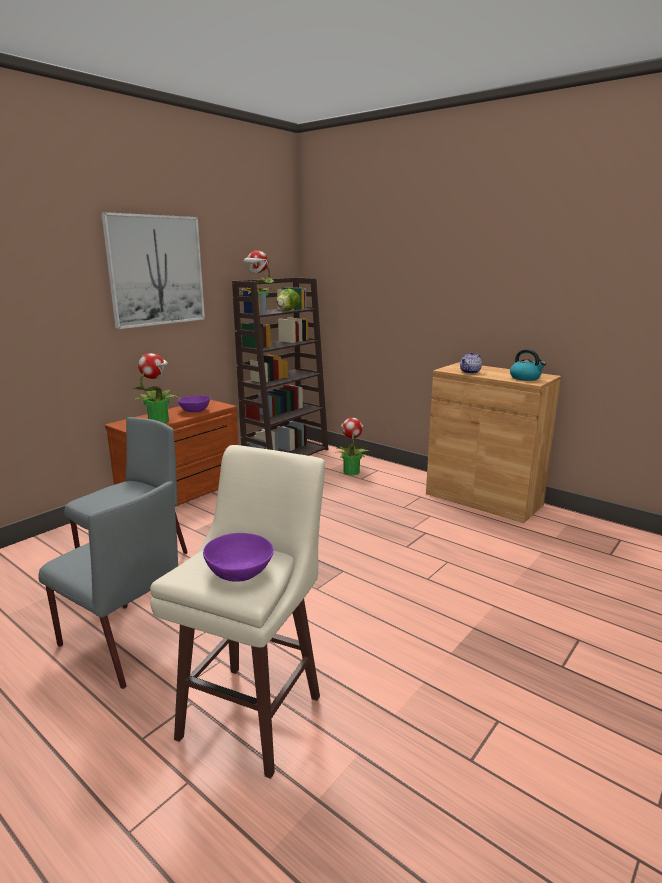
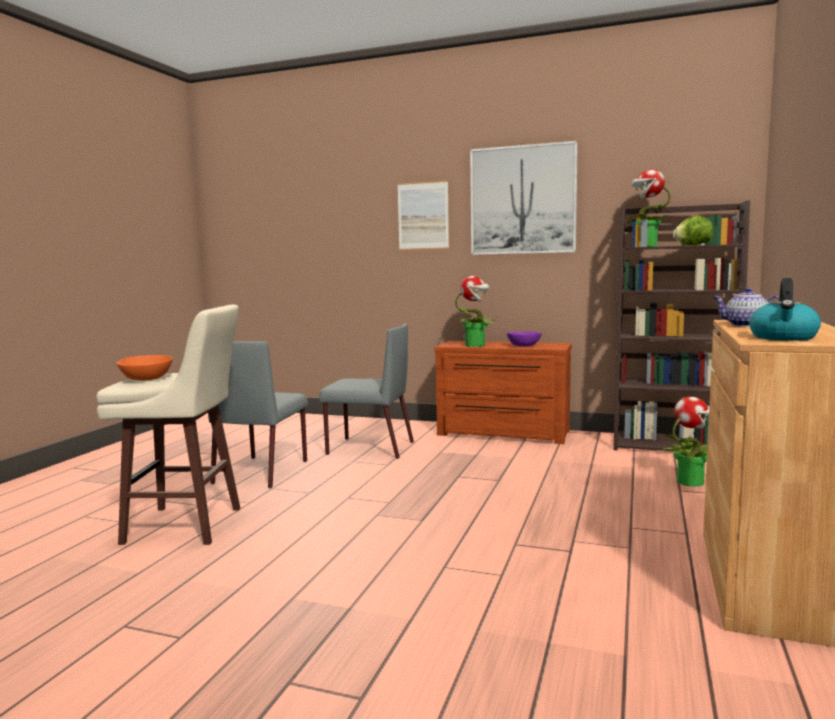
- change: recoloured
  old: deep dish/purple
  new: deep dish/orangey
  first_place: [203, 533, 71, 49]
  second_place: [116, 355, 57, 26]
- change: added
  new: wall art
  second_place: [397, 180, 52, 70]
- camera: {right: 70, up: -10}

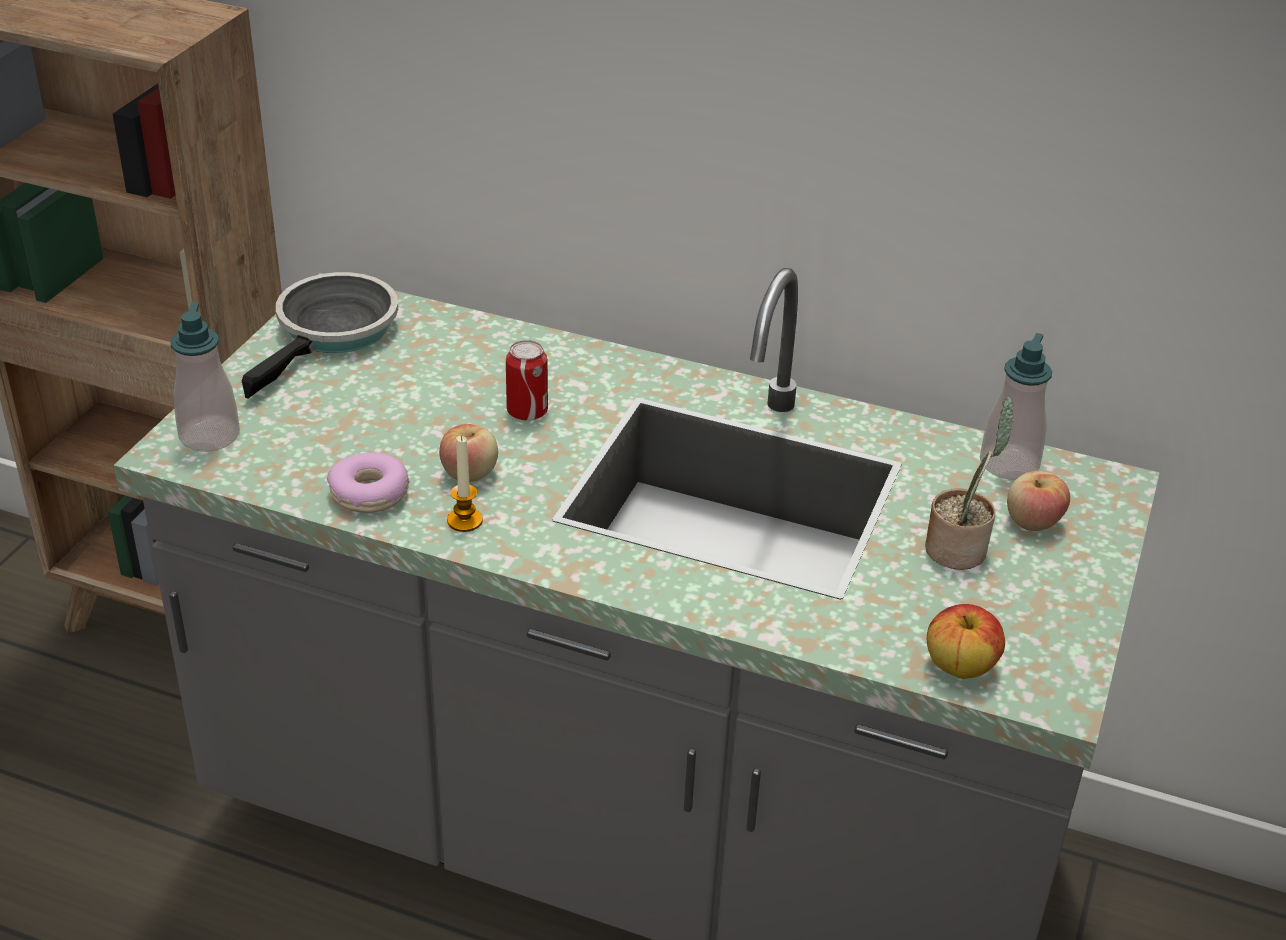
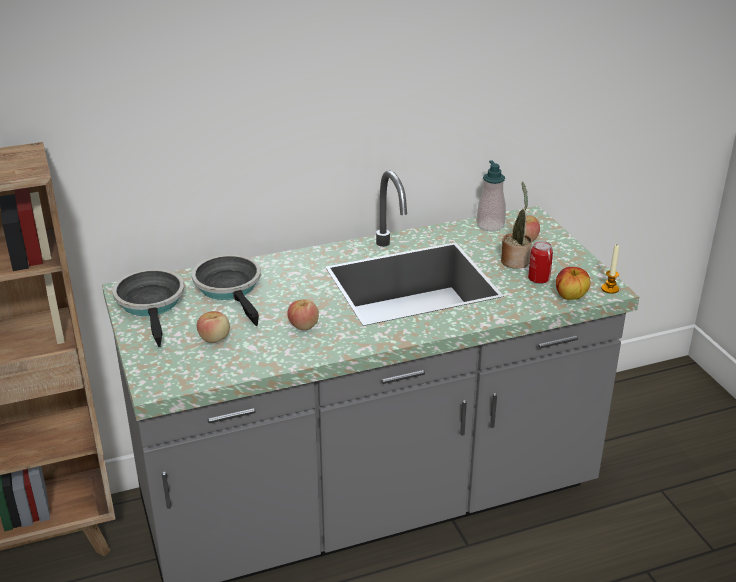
- change: removed
  old: soap bottle
  first_place: [171, 302, 69, 150]
- change: removed
  old: ring doughnut
  first_place: [327, 453, 83, 60]
- change: moved
  old: wax candle
  first_place: [447, 435, 36, 97]
  second_place: [601, 245, 18, 49]
- change: moved
  old: can
  first_place: [506, 340, 42, 81]
  second_place: [528, 241, 25, 43]
- change: added
  new: skillet
  second_place: [192, 254, 69, 72]
- change: added
  new: apple
  second_place: [197, 311, 33, 32]
- camera: {right: -40, up: -5}

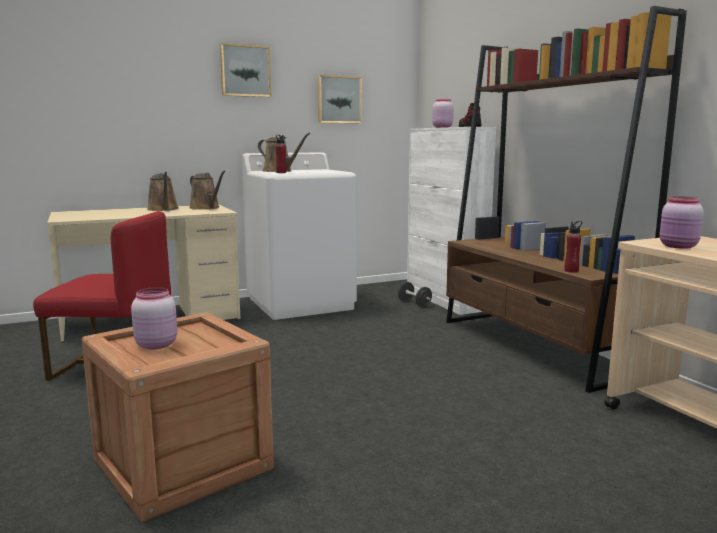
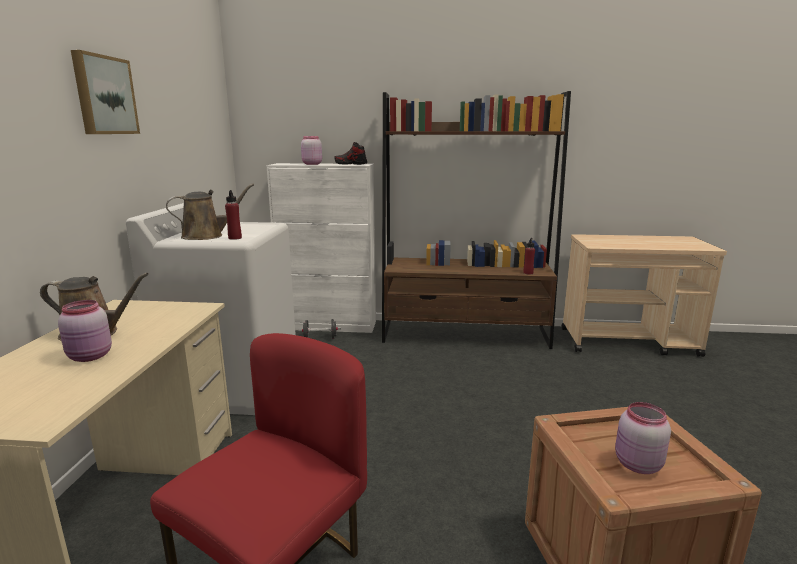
- change: removed
  old: sprinkling can/brown-coloured
  first_place: [189, 171, 36, 39]
- change: removed
  old: wall art
  first_place: [318, 75, 44, 48]
- change: moved
  old: preserve jar/pinkish
  first_place: [660, 196, 44, 53]
  second_place: [58, 300, 54, 62]
- camera: {right: -60, up: 5}

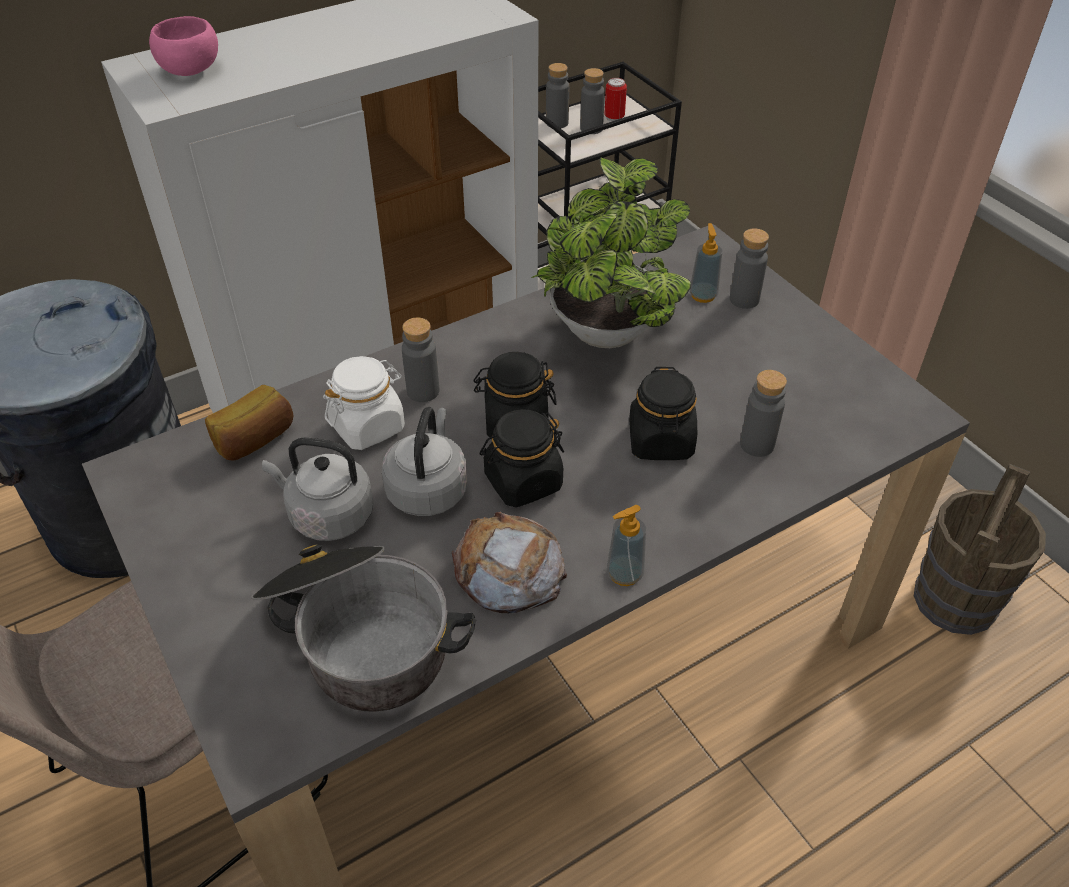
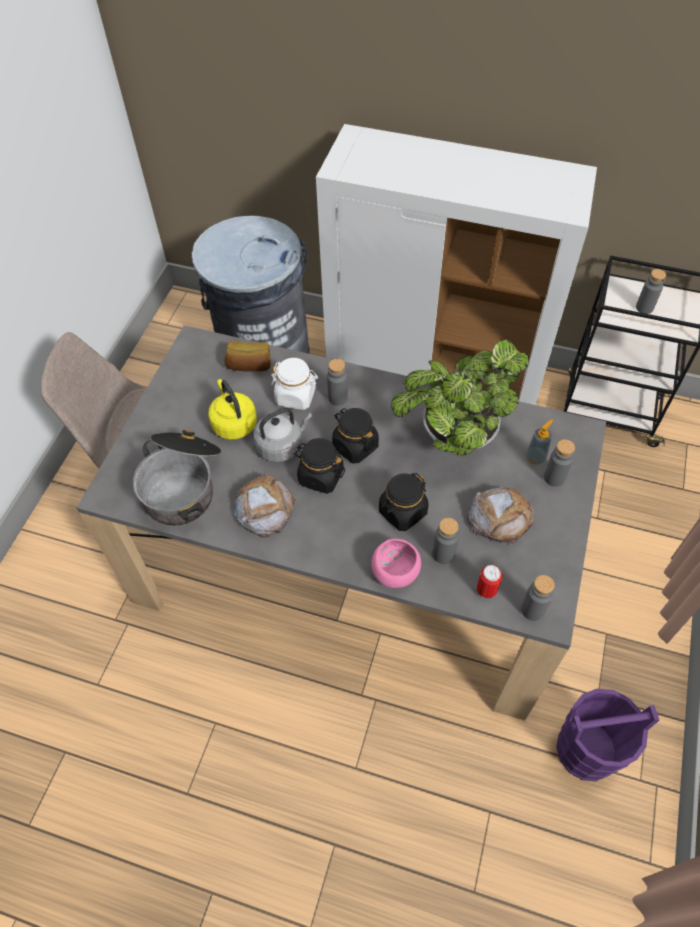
- change: moved
  old: deep dish/pinkish
  first_place: [149, 16, 69, 60]
  second_place: [371, 539, 50, 49]
- change: recoloured
  old: tea kettle/grey
  new: tea kettle/yellow-coloured
  first_place: [262, 437, 112, 104]
  second_place: [208, 379, 49, 61]
- change: moved
  old: drink bottle/grey
  first_place: [546, 63, 23, 65]
  second_place: [521, 575, 34, 46]
- change: moved
  old: can
  first_place: [604, 78, 23, 44]
  second_place: [477, 565, 26, 33]
- change: removed
  old: soap bottle
  first_place: [606, 505, 40, 81]
- change: recoloured
  old: pail/brown-coloured
  new: pail/purple
  first_place: [914, 464, 132, 171]
  second_place: [556, 689, 103, 92]
- change: added
  new: bread
  second_place: [467, 487, 67, 58]
- camera: {right: 50, up: 10}

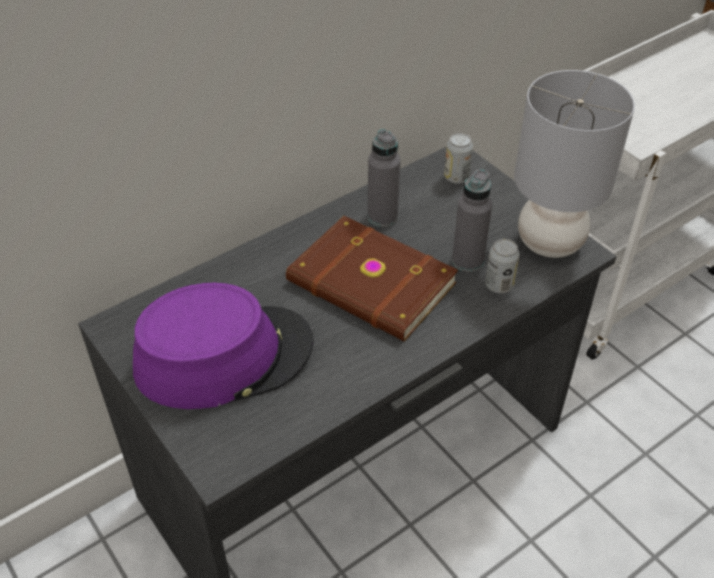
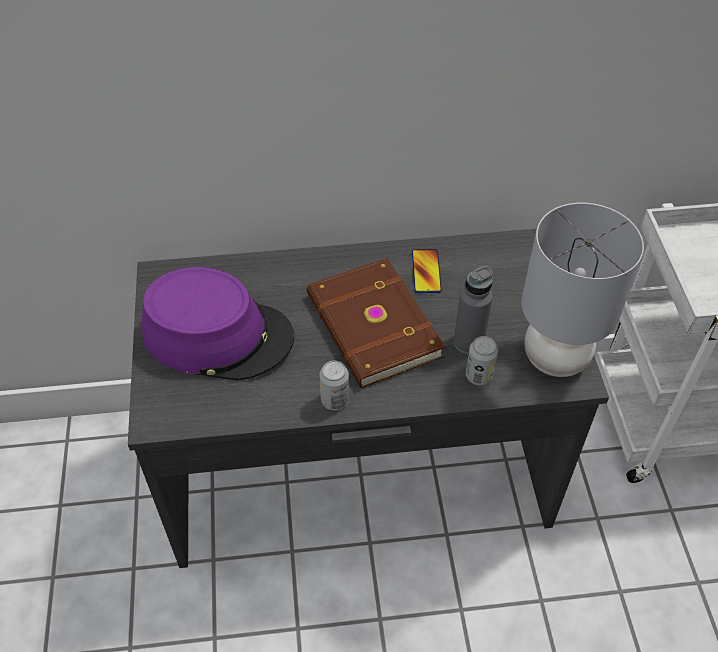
- change: replaced
  old: drink bottle/grey
  new: handset
  first_place: [368, 129, 32, 98]
  second_place: [412, 249, 30, 44]
- change: moved
  old: can
  first_place: [444, 133, 29, 51]
  second_place: [319, 361, 30, 50]
- camera: {right: 30, up: 5}

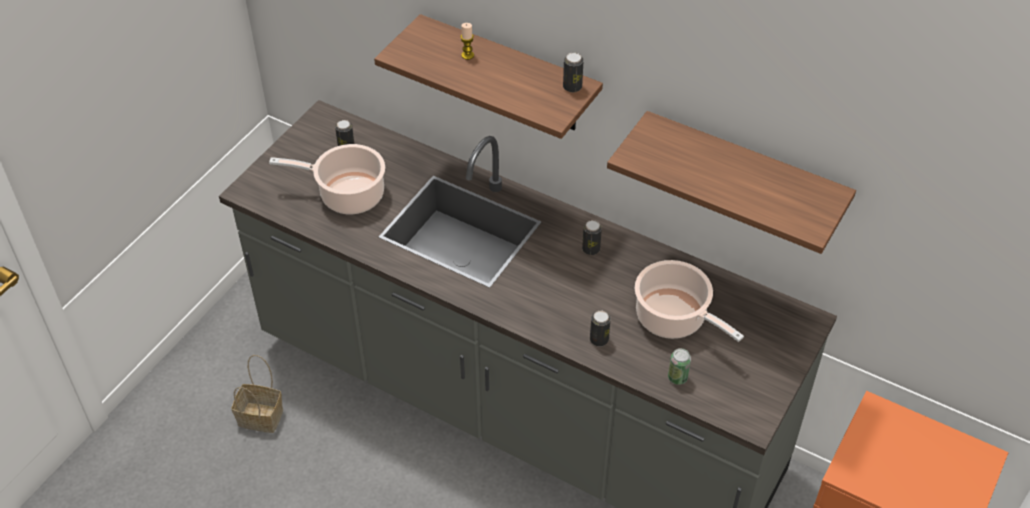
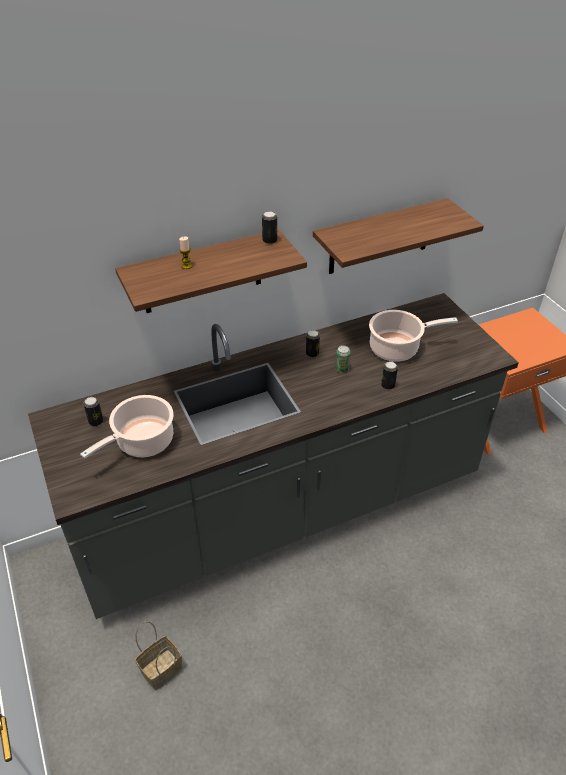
- change: moved
  old: can
  first_place: [668, 348, 23, 37]
  second_place: [335, 345, 16, 28]
- camera: {right: -55, up: -5}

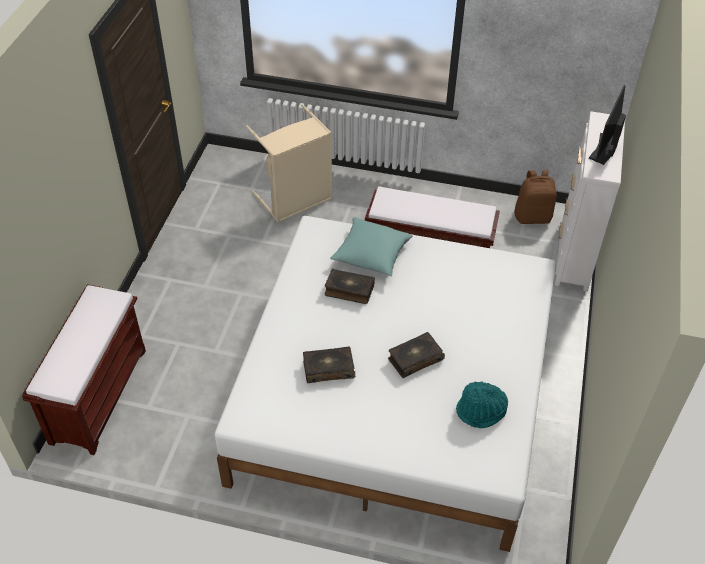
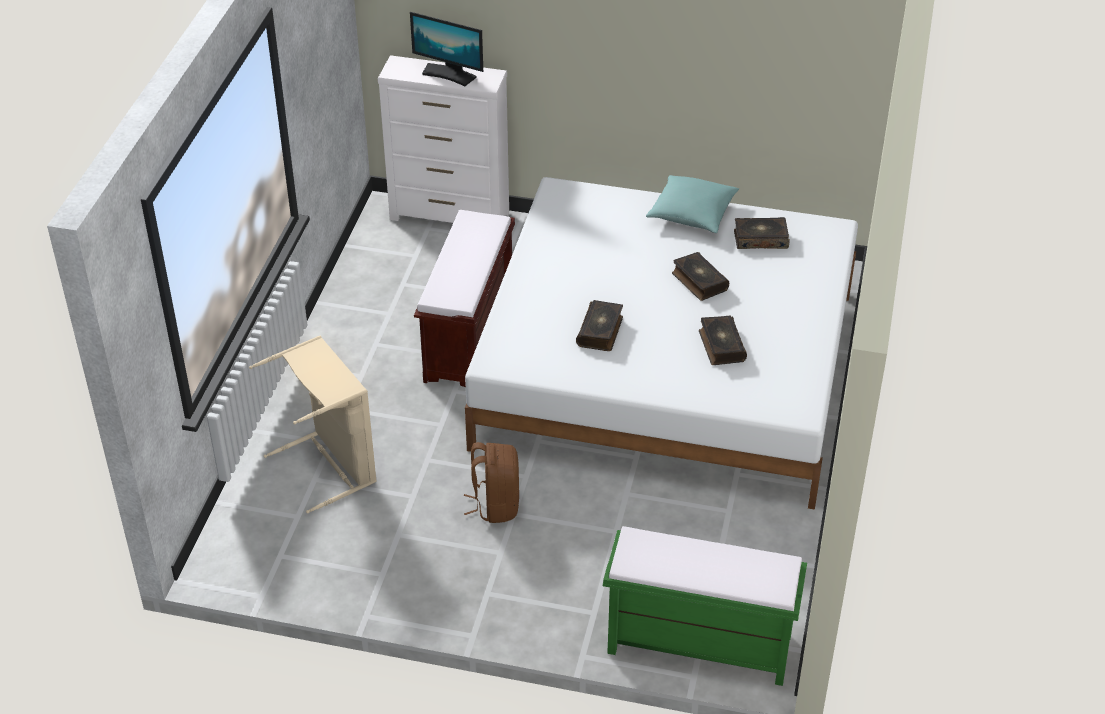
- change: recoloured
  old: indoor bench/brown-coloured
  new: indoor bench/green-coloured
  first_place: [22, 284, 124, 171]
  second_place: [603, 526, 204, 160]
- change: moved
  old: throw pillow/turquoise-coloured
  first_place: [330, 217, 83, 59]
  second_place: [646, 175, 93, 58]
- change: replaced
  old: hat/turquoise-coloured
  new: book
  first_place: [456, 381, 52, 47]
  second_place: [734, 217, 55, 32]
- change: moved
  old: rucksack/brown-coloured
  first_place: [514, 170, 43, 54]
  second_place: [464, 442, 55, 81]
- camera: {right: -90, up: -5}

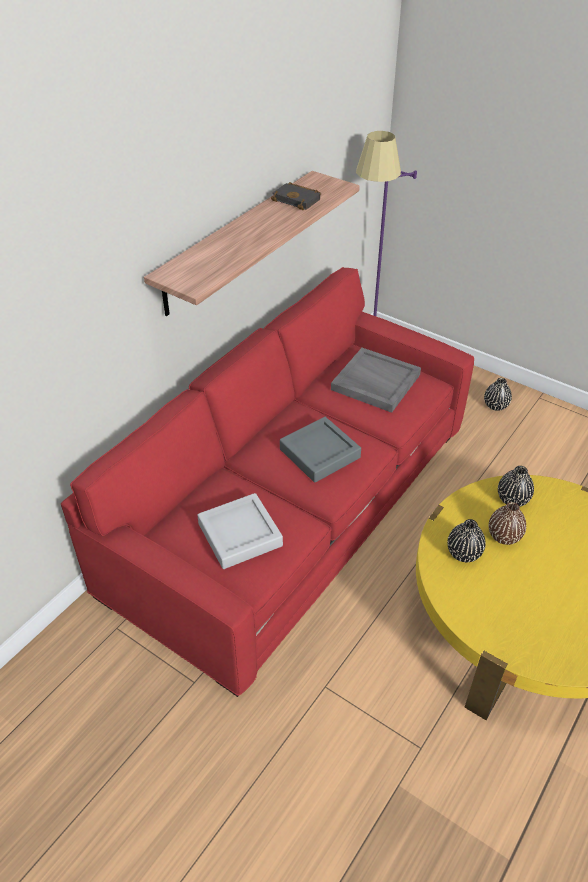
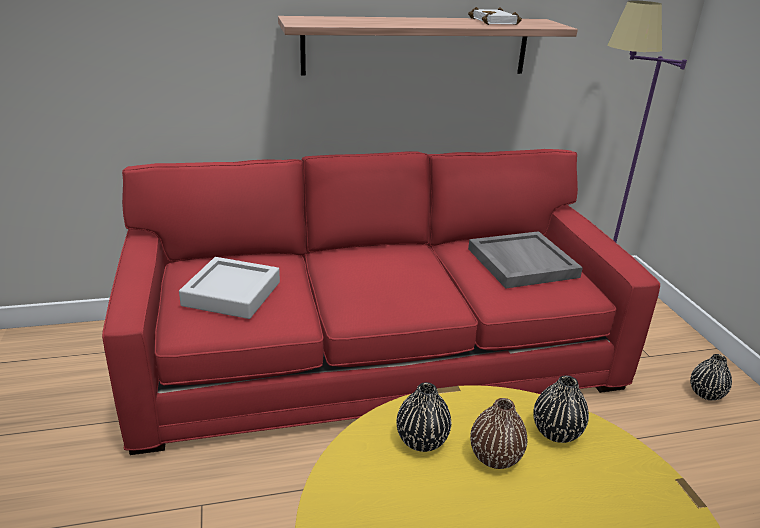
- change: recoloured
  old: book/blackish
  new: book/white-coloured
  first_place: [271, 182, 50, 28]
  second_place: [468, 7, 54, 18]
- change: removed
  old: carrying tray/grey
  first_place: [280, 417, 81, 66]
- camera: {right: 40, up: -15}

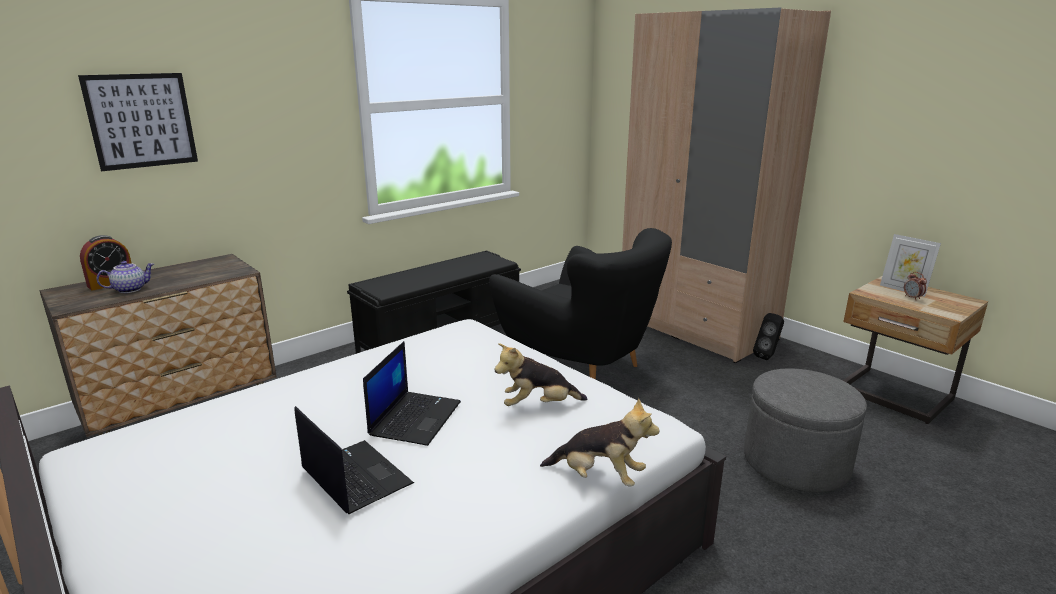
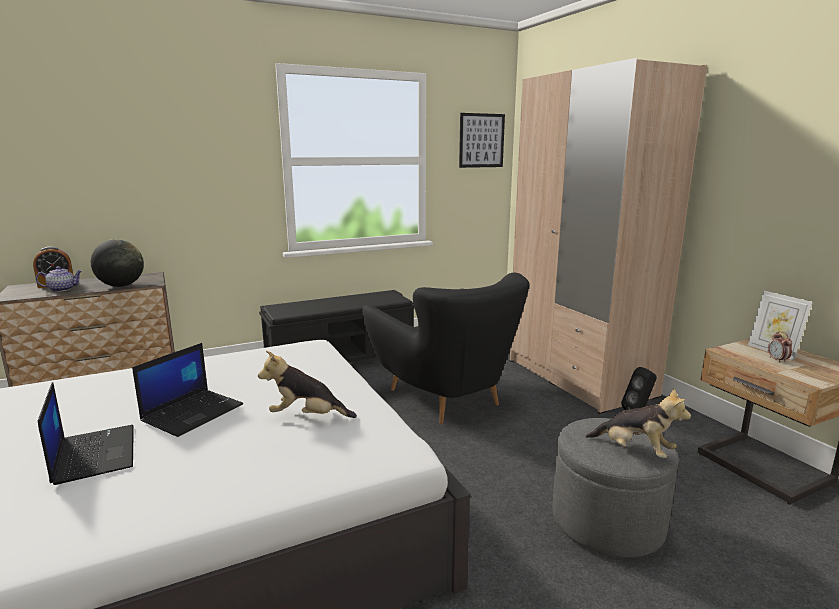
- change: moved
  old: wall art
  first_place: [78, 73, 120, 98]
  second_place: [459, 113, 46, 55]
- change: moved
  old: plush toy
  first_place: [540, 398, 120, 89]
  second_place: [585, 388, 106, 70]
- change: added
  new: world globe
  second_place: [91, 239, 53, 48]
- camera: {right: 15, up: -5}

